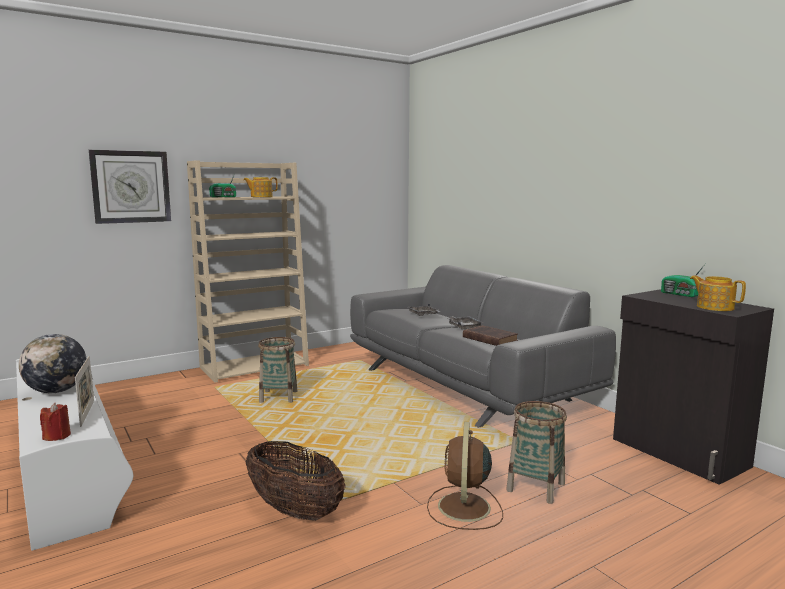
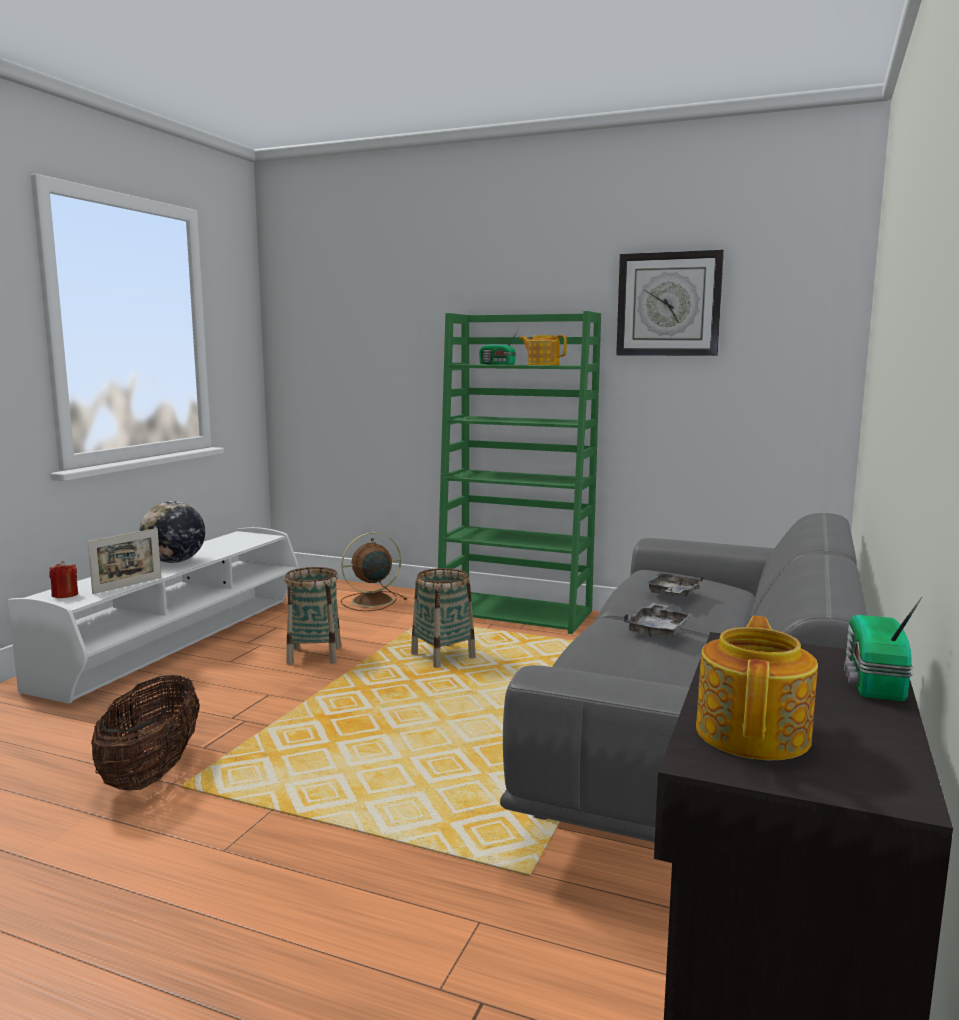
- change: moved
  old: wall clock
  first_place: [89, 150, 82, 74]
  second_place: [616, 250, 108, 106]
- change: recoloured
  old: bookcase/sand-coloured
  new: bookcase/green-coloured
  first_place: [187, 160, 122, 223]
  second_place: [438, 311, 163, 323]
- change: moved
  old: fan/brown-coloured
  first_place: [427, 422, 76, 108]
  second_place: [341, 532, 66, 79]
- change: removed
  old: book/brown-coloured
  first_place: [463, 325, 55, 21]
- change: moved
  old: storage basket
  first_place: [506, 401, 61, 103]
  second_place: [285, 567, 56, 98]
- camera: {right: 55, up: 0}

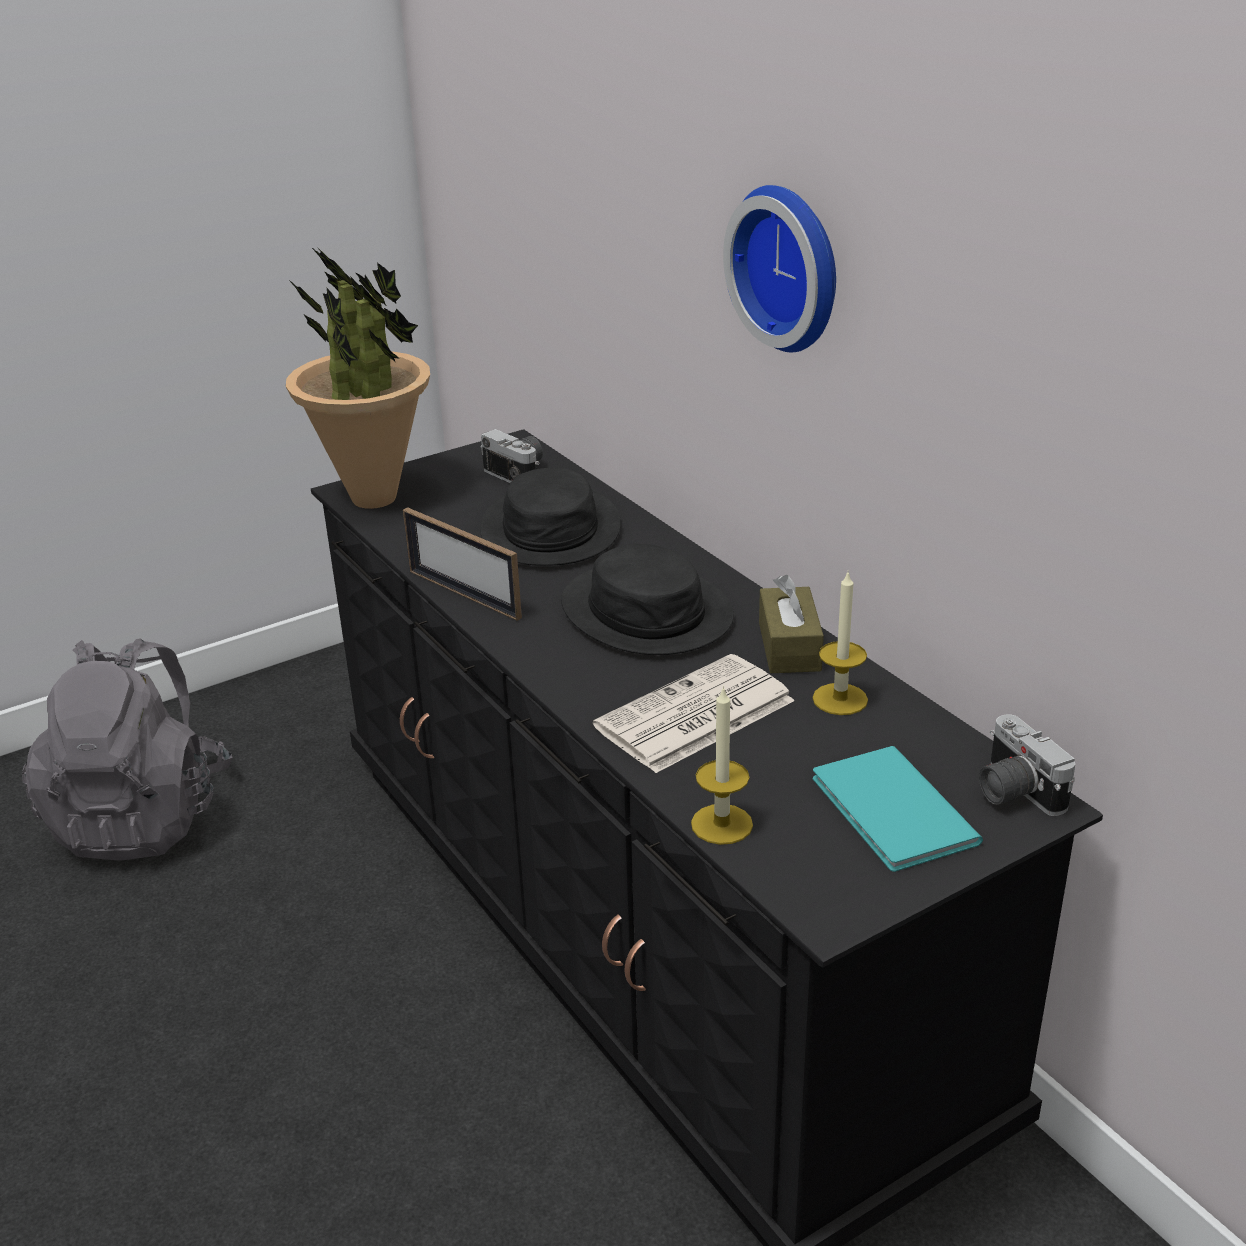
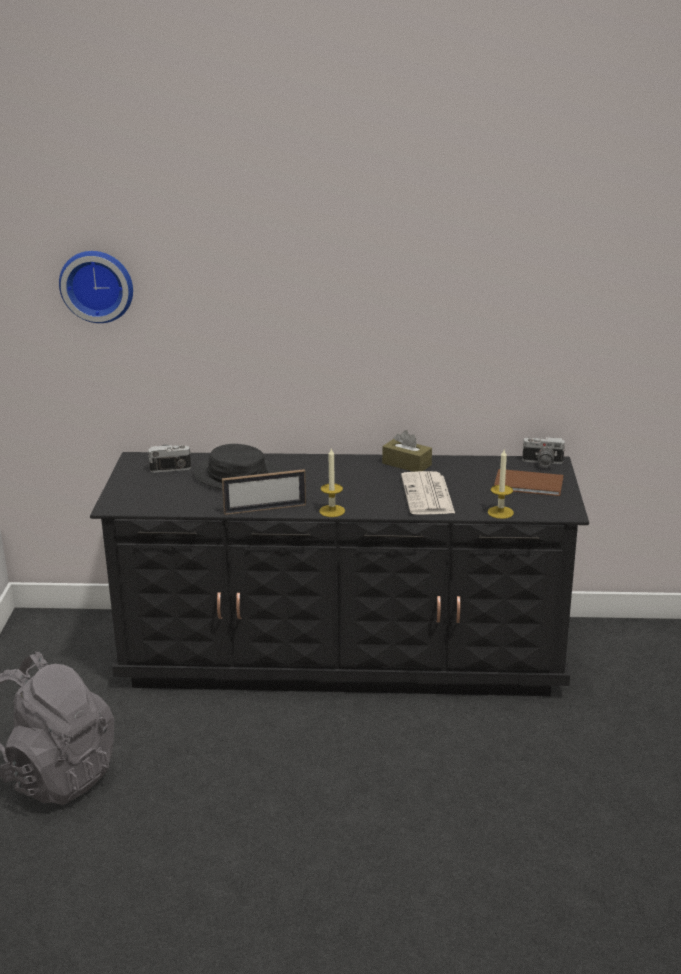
- change: removed
  old: houseplant
  first_place: [286, 247, 144, 262]
- change: removed
  old: hat/blackish
  first_place: [561, 544, 173, 111]
- change: moved
  old: wall clock
  first_place: [723, 185, 113, 167]
  second_place: [59, 251, 74, 72]
- change: moved
  old: wax candle
  first_place: [812, 573, 56, 142]
  second_place: [319, 449, 26, 68]
- change: recoloured
  old: book/turquoise-coloured
  new: book/brown-coloured
  first_place: [813, 746, 170, 126]
  second_place: [494, 469, 69, 27]
- camera: {right: -55, up: -5}

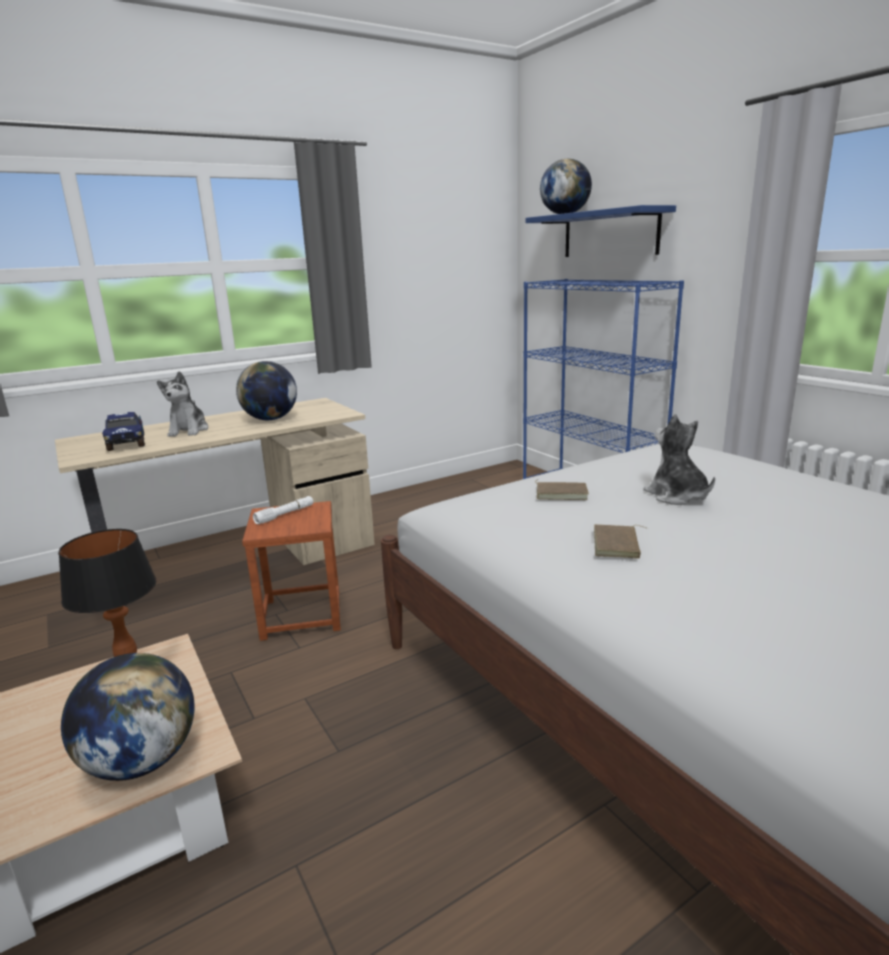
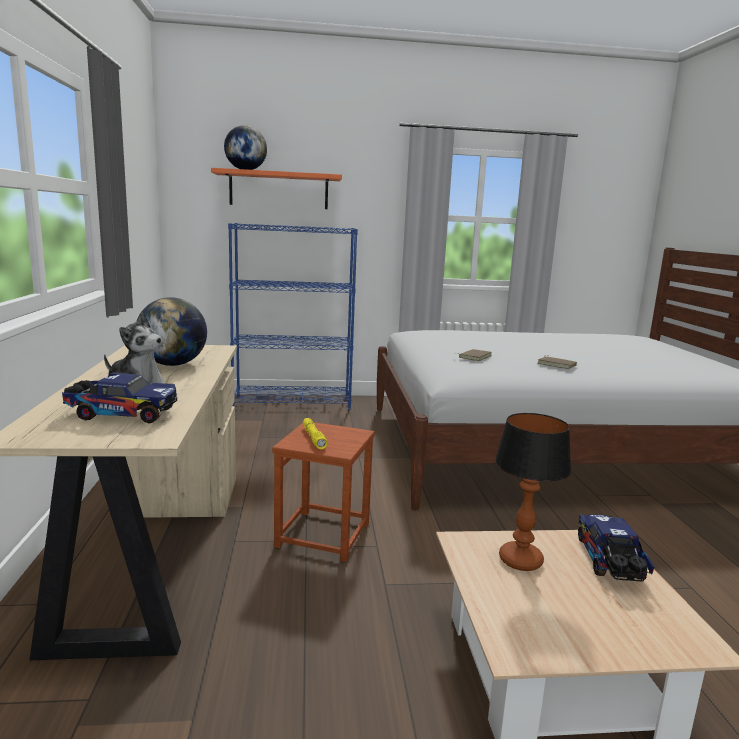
- change: replaced
  old: world globe
  new: toy lorry
  first_place: [61, 653, 134, 128]
  second_place: [578, 514, 76, 68]
- change: recoloured
  old: flashlight/white-coloured
  new: flashlight/yellow-coloured
  first_place: [253, 496, 60, 28]
  second_place: [303, 418, 25, 31]
- change: recoloured
  old: shelf/blue
  new: shelf/orangey
  first_place: [526, 205, 150, 52]
  second_place: [211, 168, 131, 41]
- change: removed
  old: plush toy
  first_place: [643, 414, 72, 91]
- camera: {right: -65, up: -5}

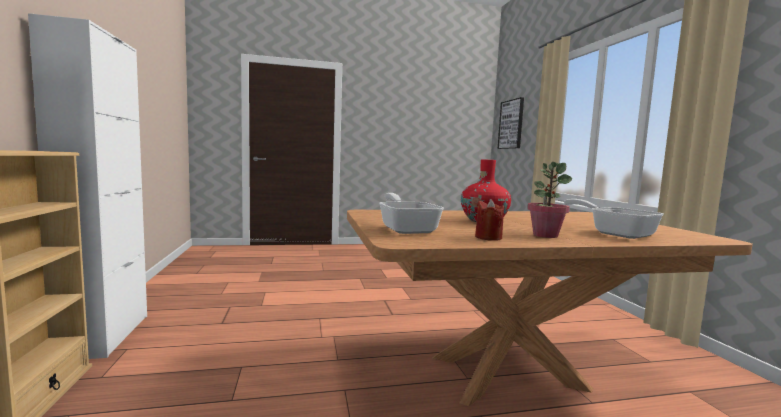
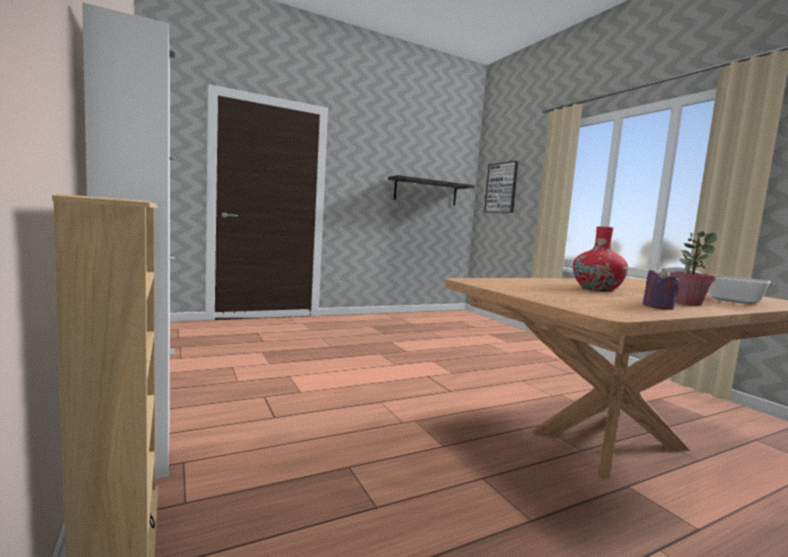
- change: removed
  old: skillet
  first_place: [379, 193, 65, 41]
- change: recoloured
  old: wax candle/red-coloured
  new: wax candle/purple
  first_place: [475, 199, 29, 42]
  second_place: [643, 268, 37, 42]
- change: added
  new: shelf
  second_place: [388, 175, 87, 31]
- camera: {right: -15, up: 0}

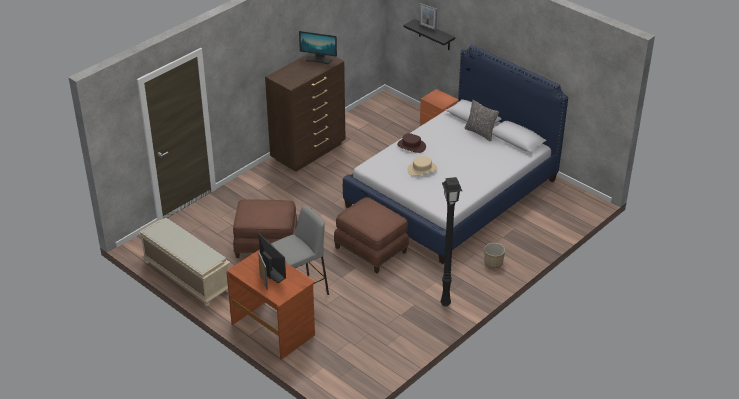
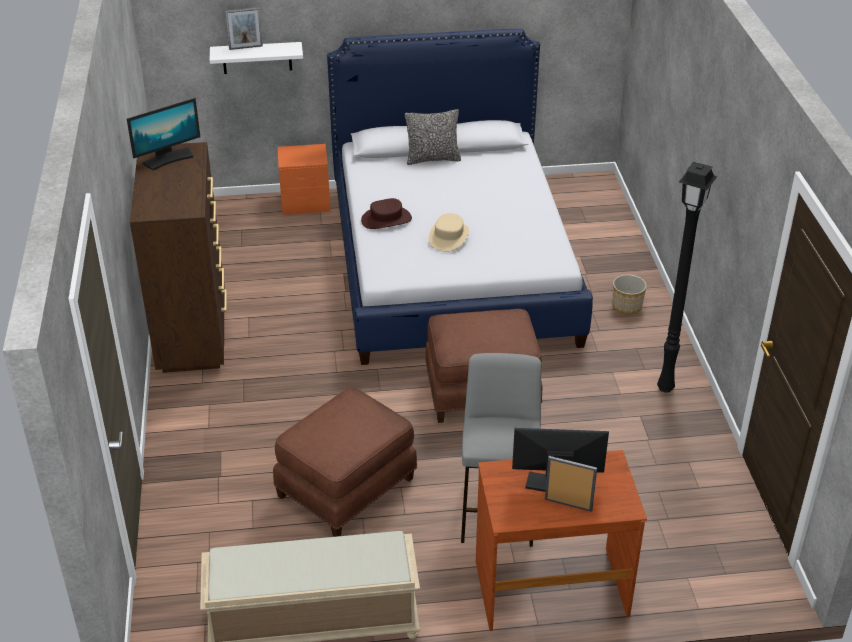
- change: recoloured
  old: shelf/blackish
  new: shelf/white-coloured
  first_place: [403, 19, 52, 31]
  second_place: [210, 42, 93, 32]
- camera: {right: -50, up: 0}

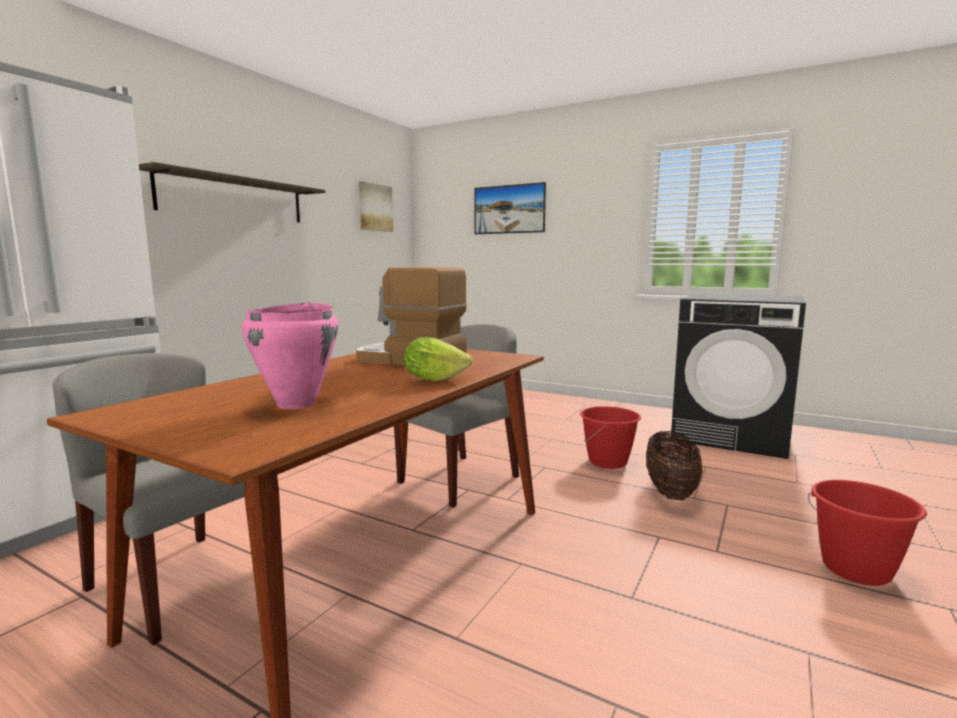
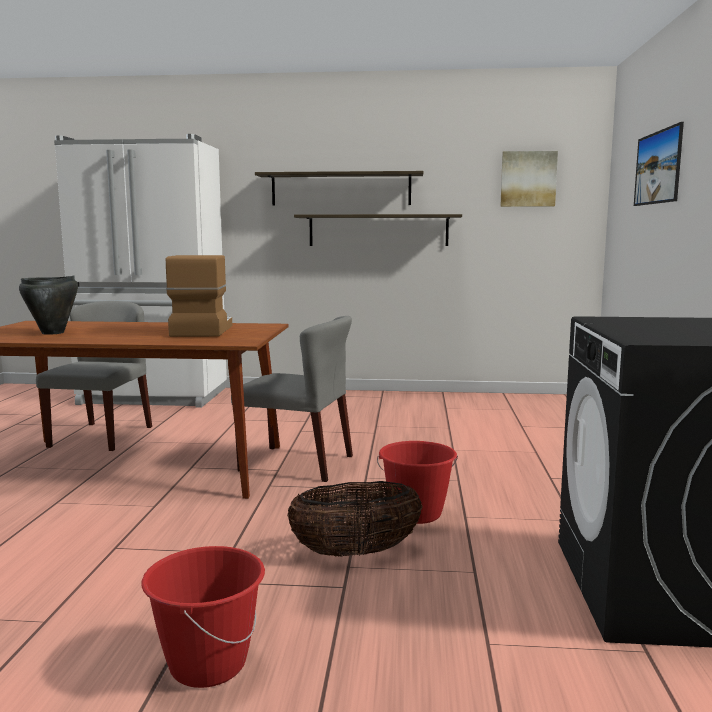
- change: recoloured
  old: cooking pot/pinkish
  new: cooking pot/blackish
  first_place: [241, 302, 97, 107]
  second_place: [19, 276, 59, 59]
- change: removed
  old: head of lettuce
  first_place: [404, 337, 68, 45]
- change: added
  new: shelf
  second_place: [294, 214, 168, 32]
- camera: {right: 65, up: 0}

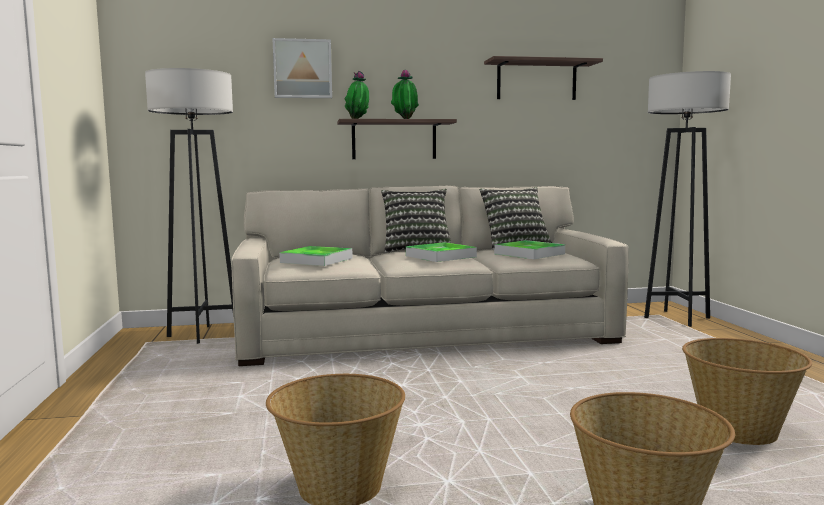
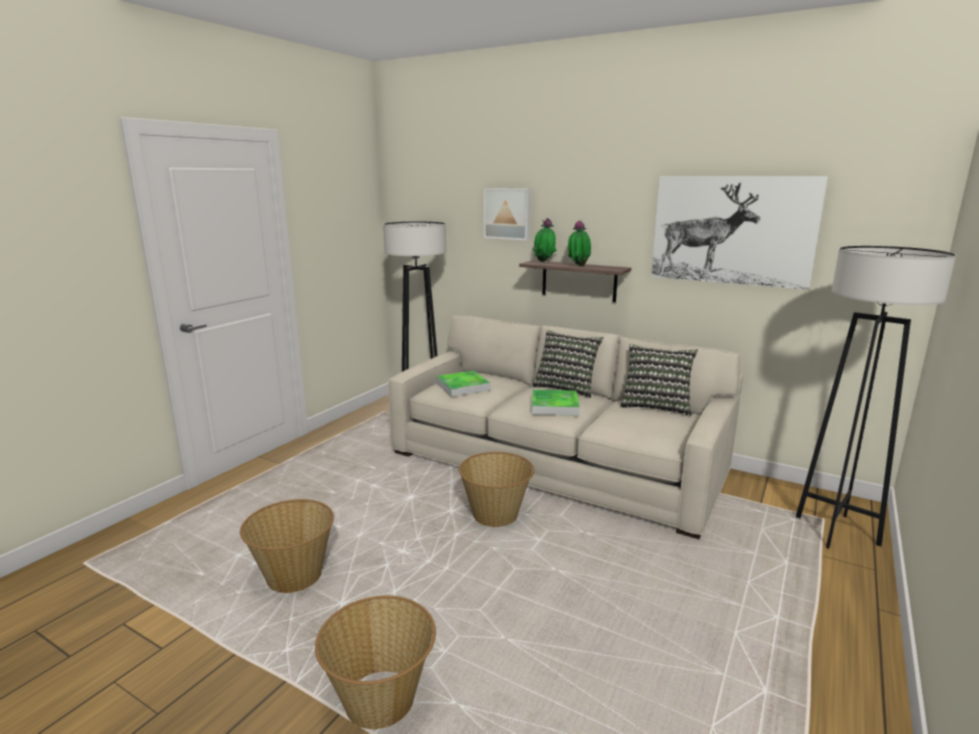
- change: replaced
  old: shelf
  new: wall art
  first_place: [484, 56, 119, 44]
  second_place: [651, 176, 177, 114]
- change: removed
  old: carrying tray
  first_place: [494, 240, 71, 19]
- change: moved
  old: storage basket
  first_place: [682, 338, 130, 107]
  second_place: [459, 452, 76, 75]
- camera: {right: 40, up: 10}

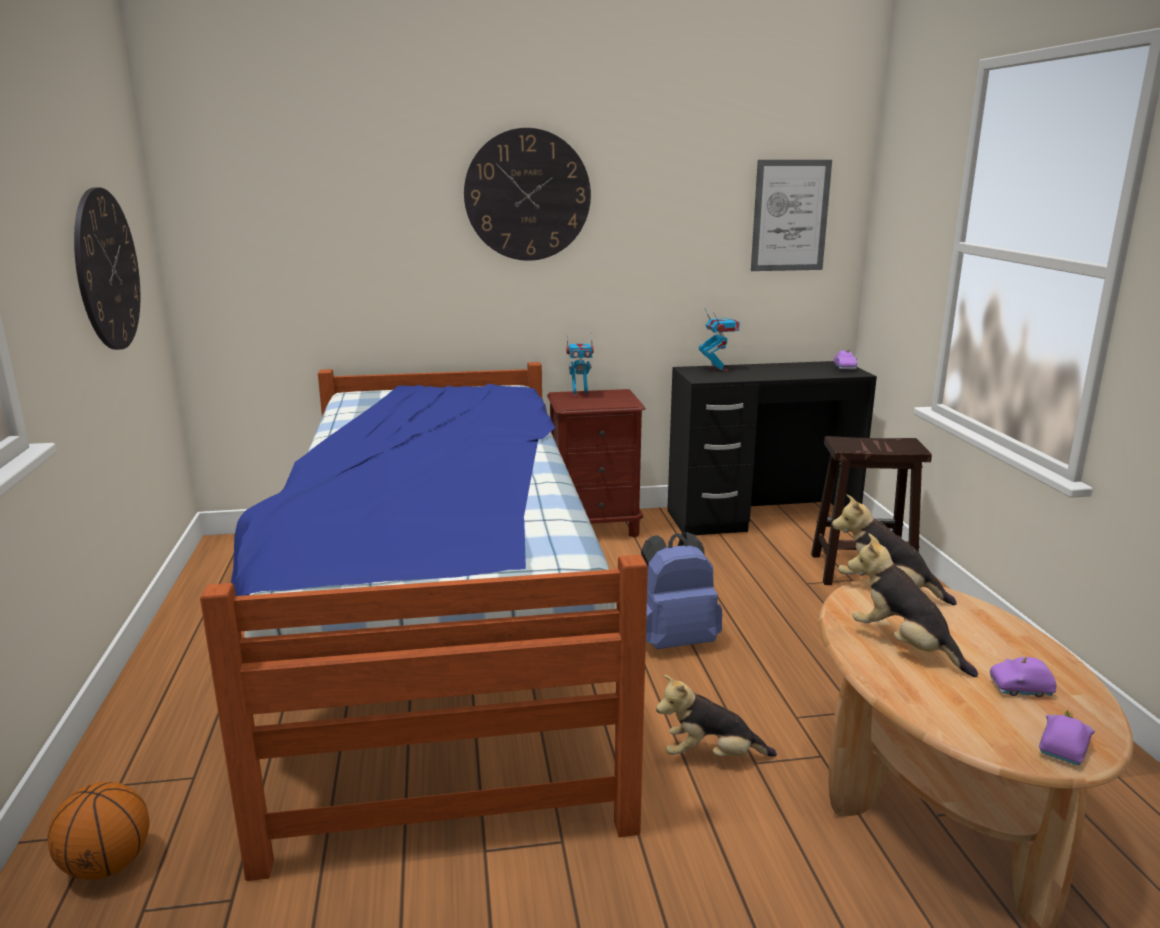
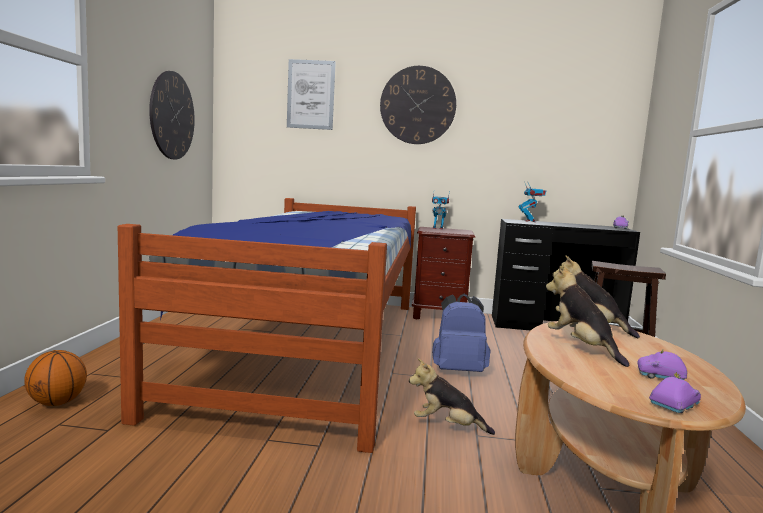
- change: moved
  old: wall art
  first_place: [751, 160, 81, 111]
  second_place: [287, 59, 49, 71]
- camera: {right: 15, up: -10}

